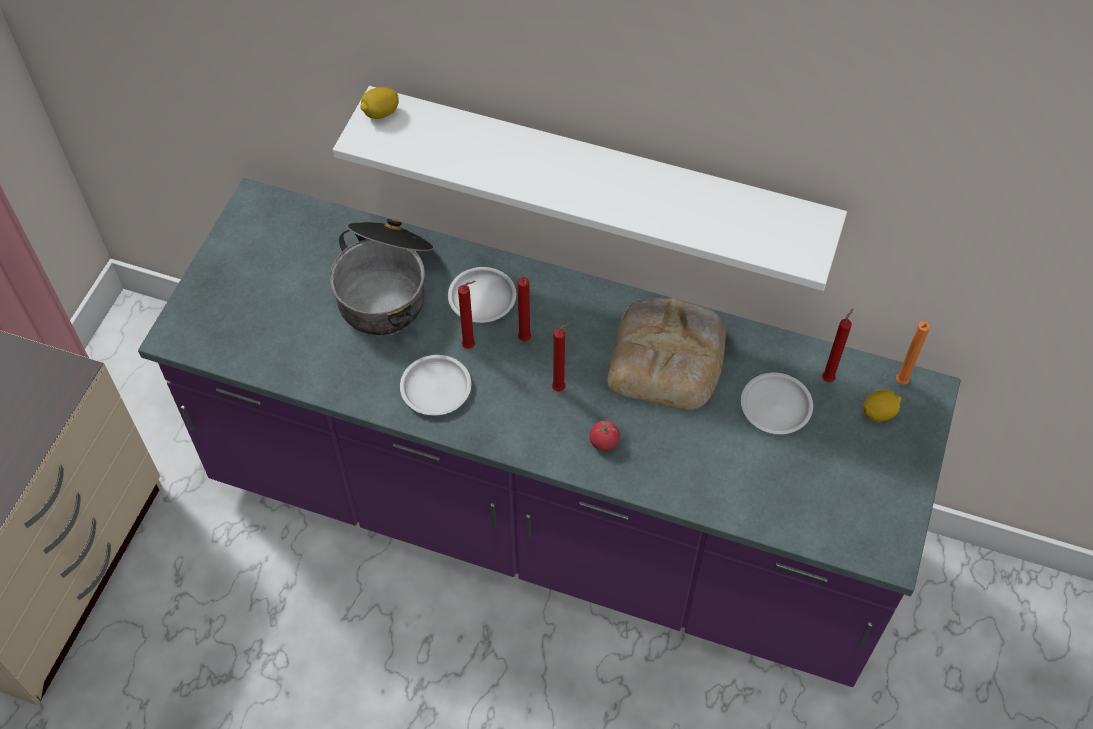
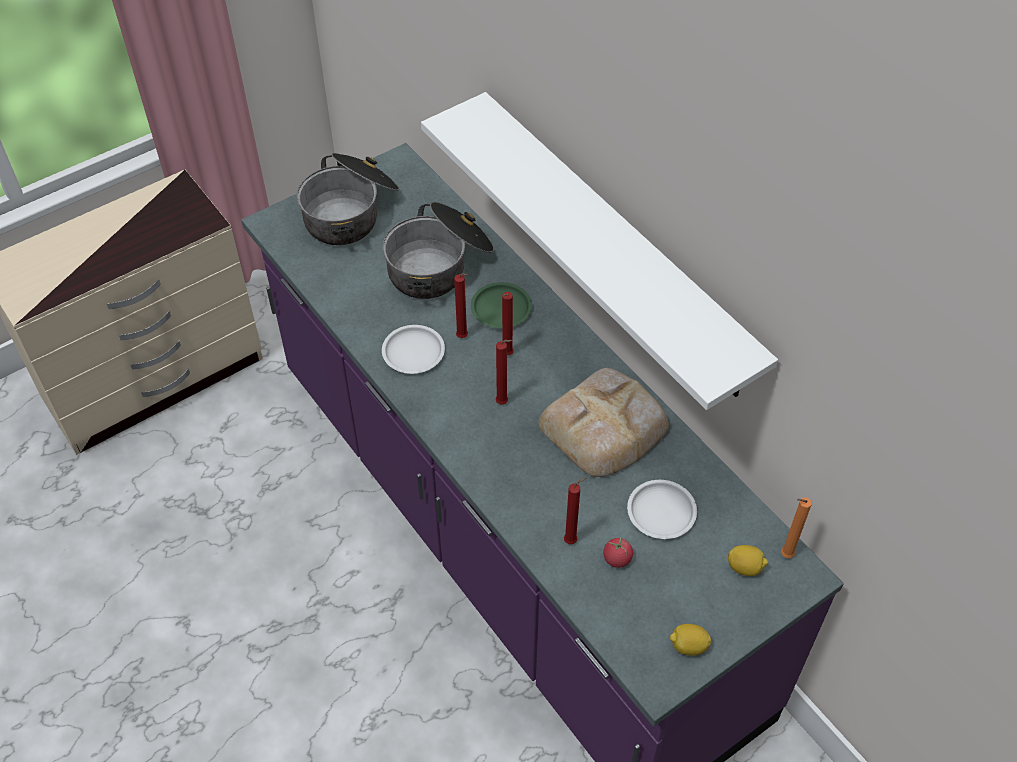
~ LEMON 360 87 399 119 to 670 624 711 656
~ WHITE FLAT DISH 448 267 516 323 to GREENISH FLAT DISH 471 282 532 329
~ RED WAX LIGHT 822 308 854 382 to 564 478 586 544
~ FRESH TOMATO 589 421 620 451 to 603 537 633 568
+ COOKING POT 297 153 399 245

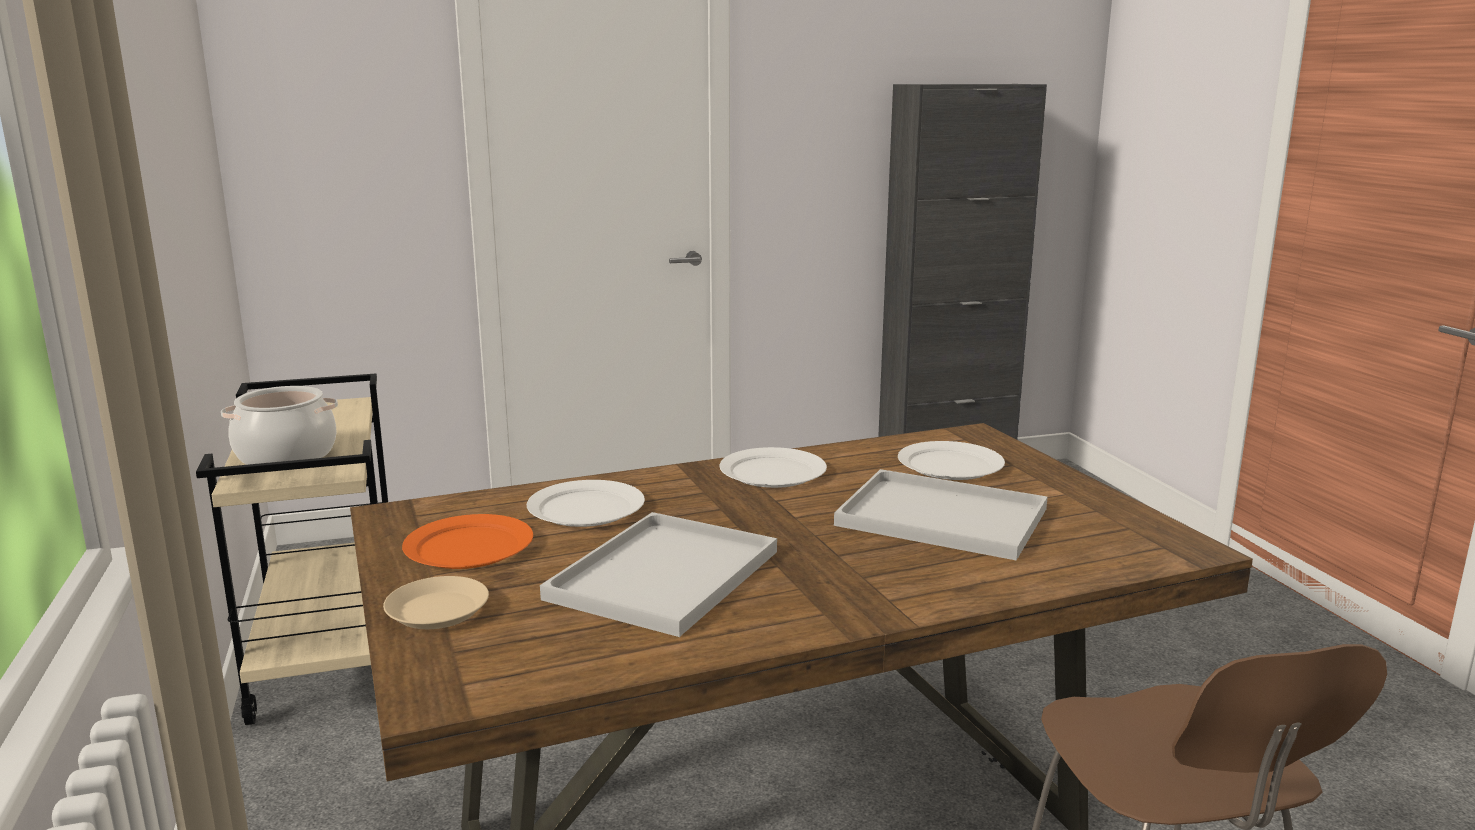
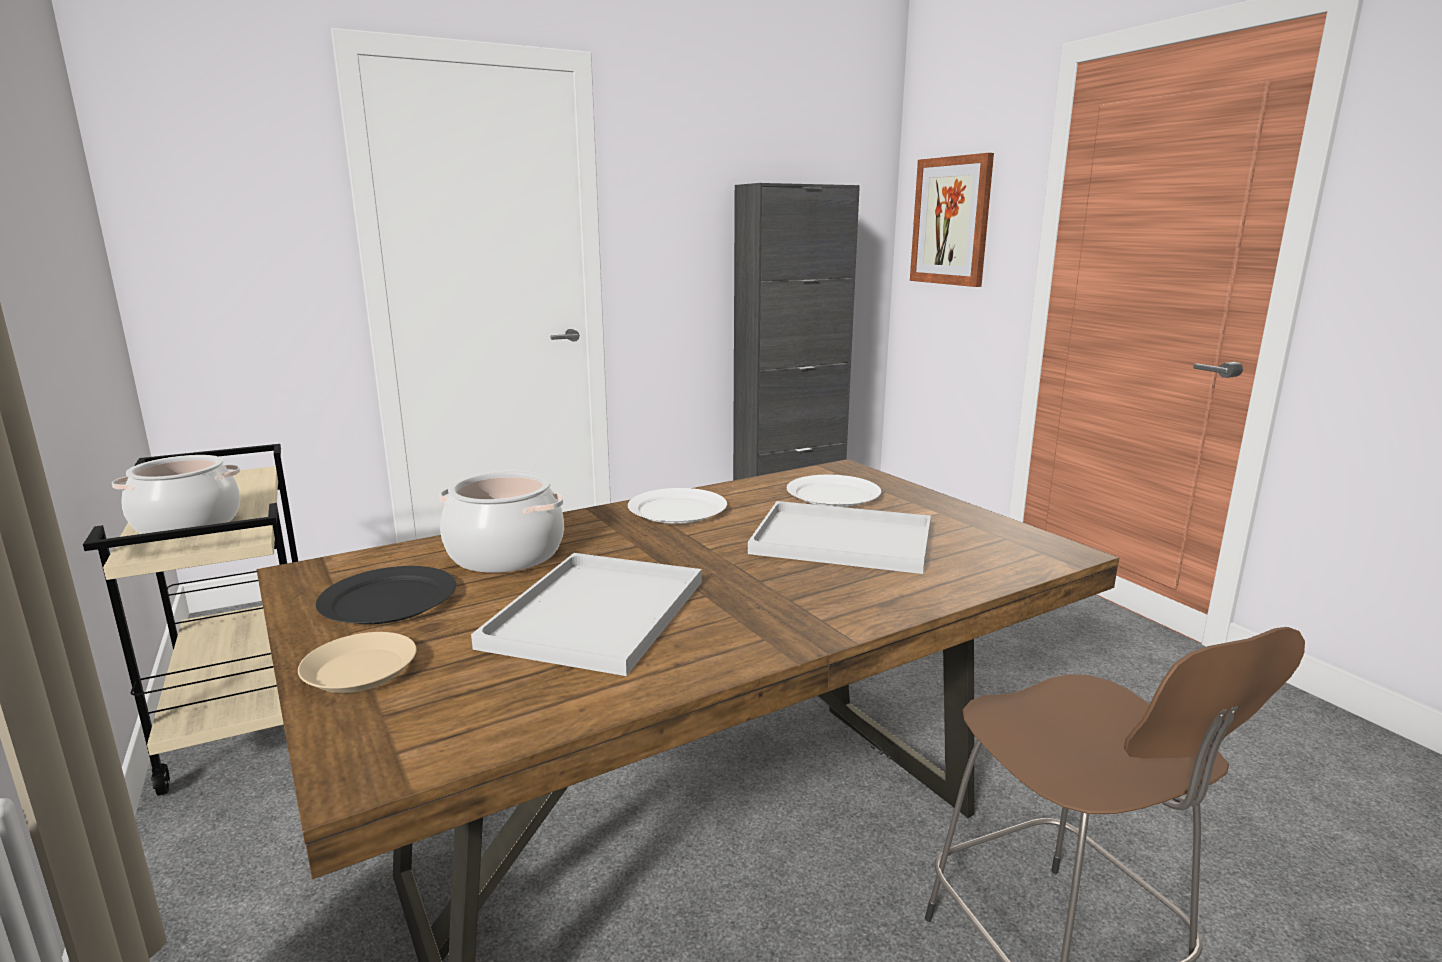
~ WHITE FLAT DISH 527 480 645 527 to COOKING POT 439 471 564 573
~ ORANGEY FLAT DISH 402 514 533 569 to BLACK FLAT DISH 316 566 456 624
+ WALL PICTURE 910 153 994 287

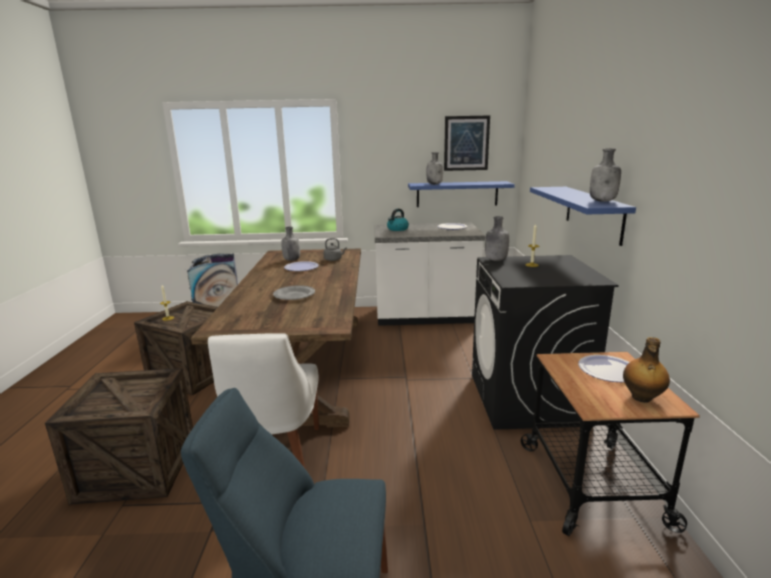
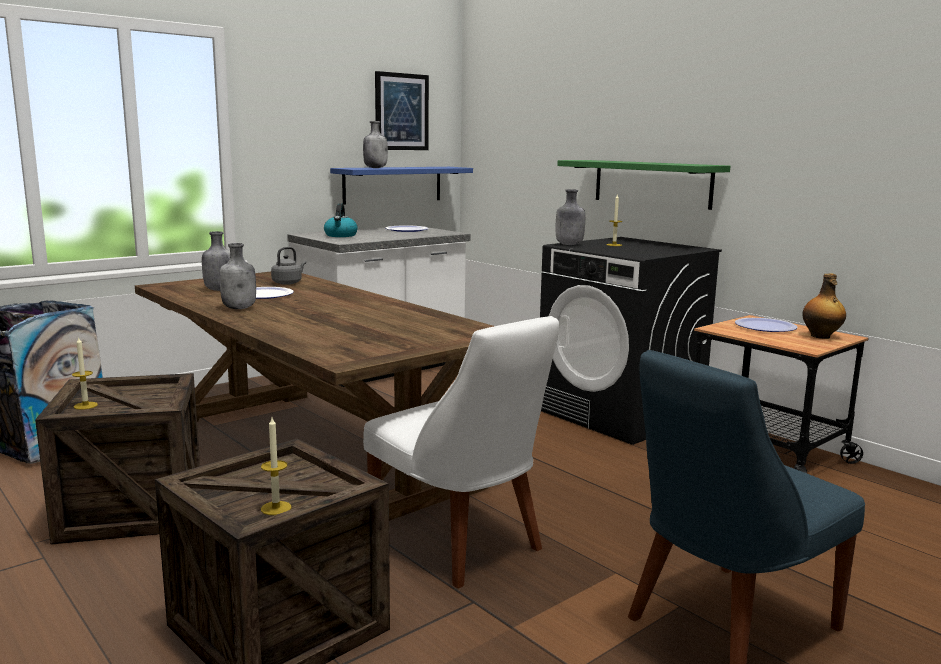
~ GREY BOTTLE 590 148 621 202 to 219 243 256 309
~ BLUE BRACKET SHELF 530 187 636 246 to GREENISH BRACKET SHELF 557 160 730 210
- GREY FLAT DISH 273 285 315 300
+ WAX LIGHT 261 418 292 515

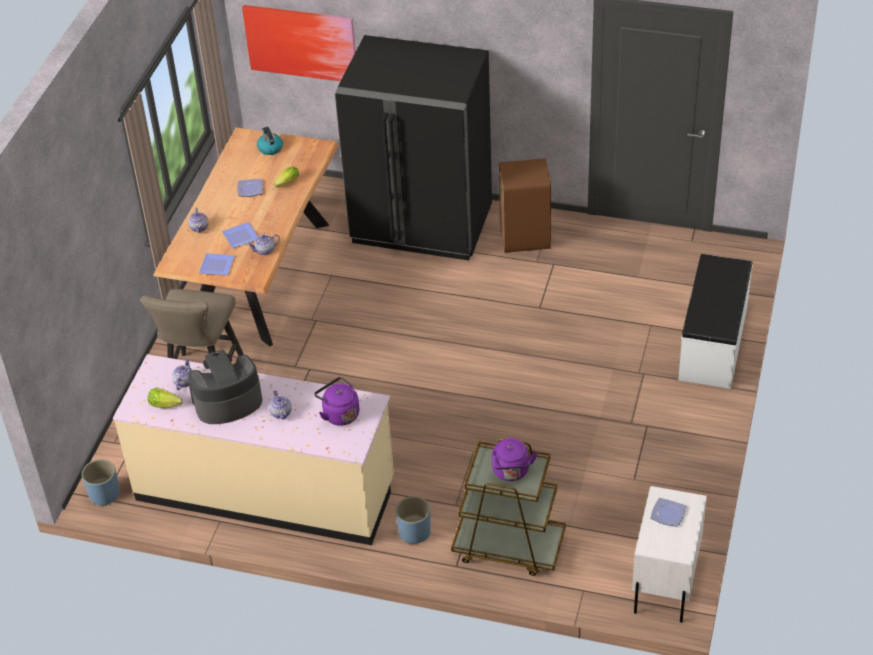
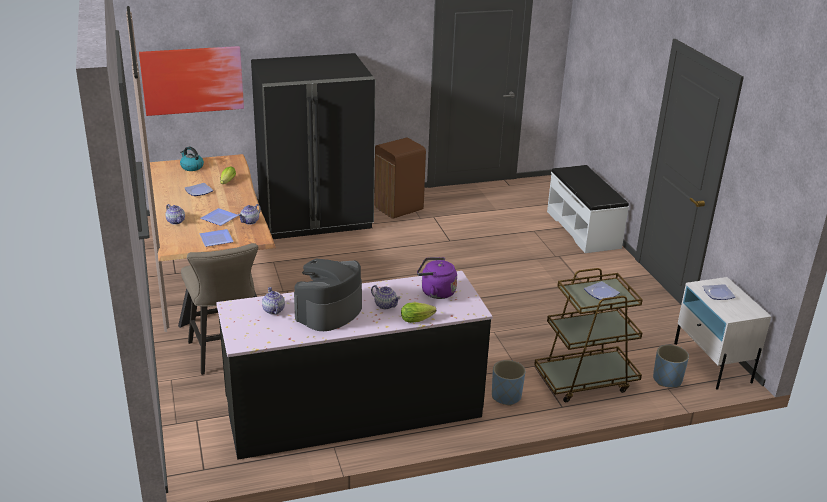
~ BEIGE COUNTER 113 354 394 545 to BLACK COUNTER 216 271 493 460
~ LETTUCE HEAD 148 388 183 408 to 401 303 436 323
~ PURPLE KETTLE 492 438 538 481 to FLAT DISH 584 281 620 300
~ BLUE FLOWER POT 82 459 120 506 to 653 345 689 388

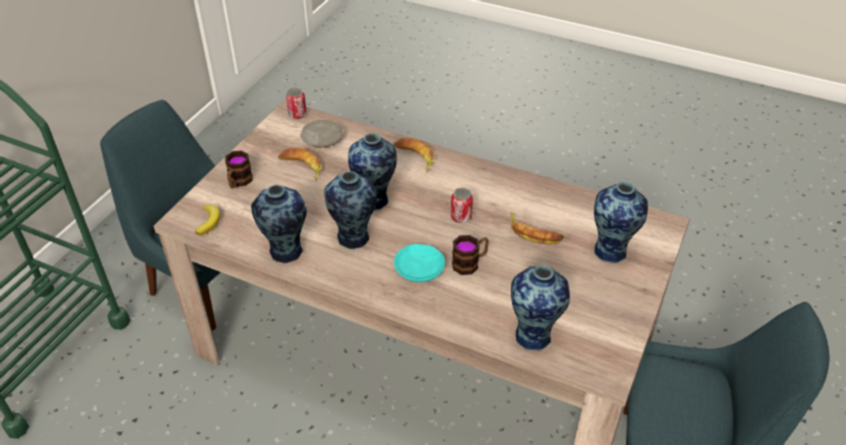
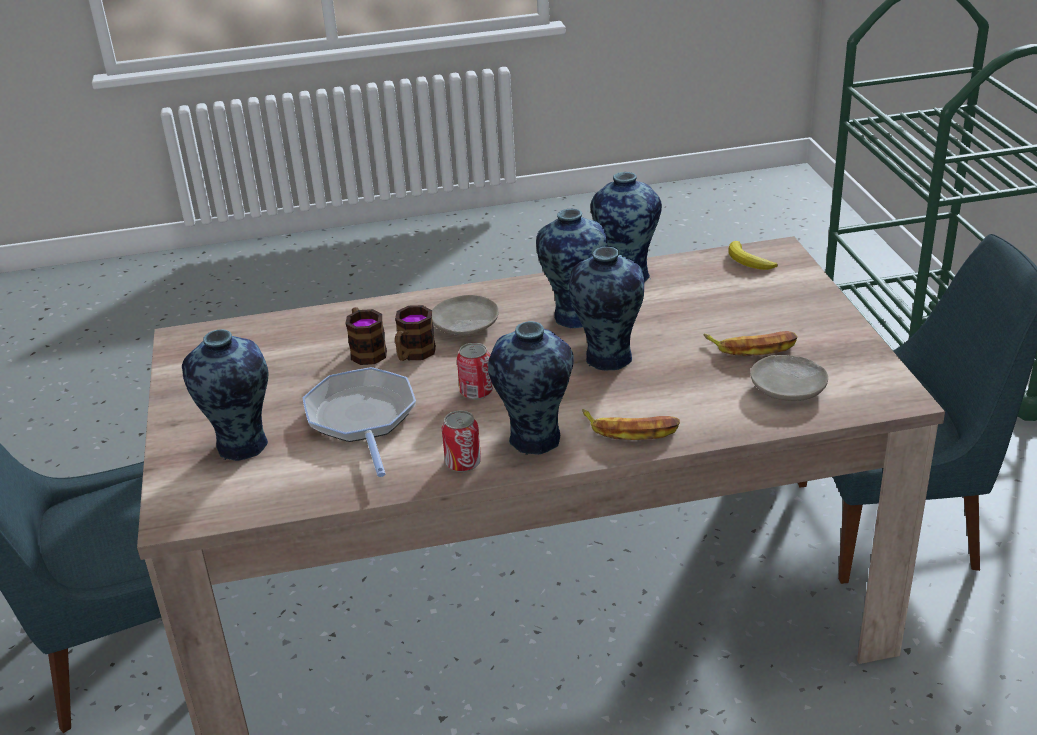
~ SEALED CAN 286 88 307 120 to 442 411 481 472
~ COFFEE MUG 225 151 252 188 to 345 307 387 365
~ WHOLE BANANA 510 212 564 245 to SKILLET 303 367 416 477
~ TURQUOISE-COLOURED FLAT DISH 394 244 445 282 to BEIGE FLAT DISH 432 295 499 335
~ VASE 511 265 570 352 to 488 321 574 455

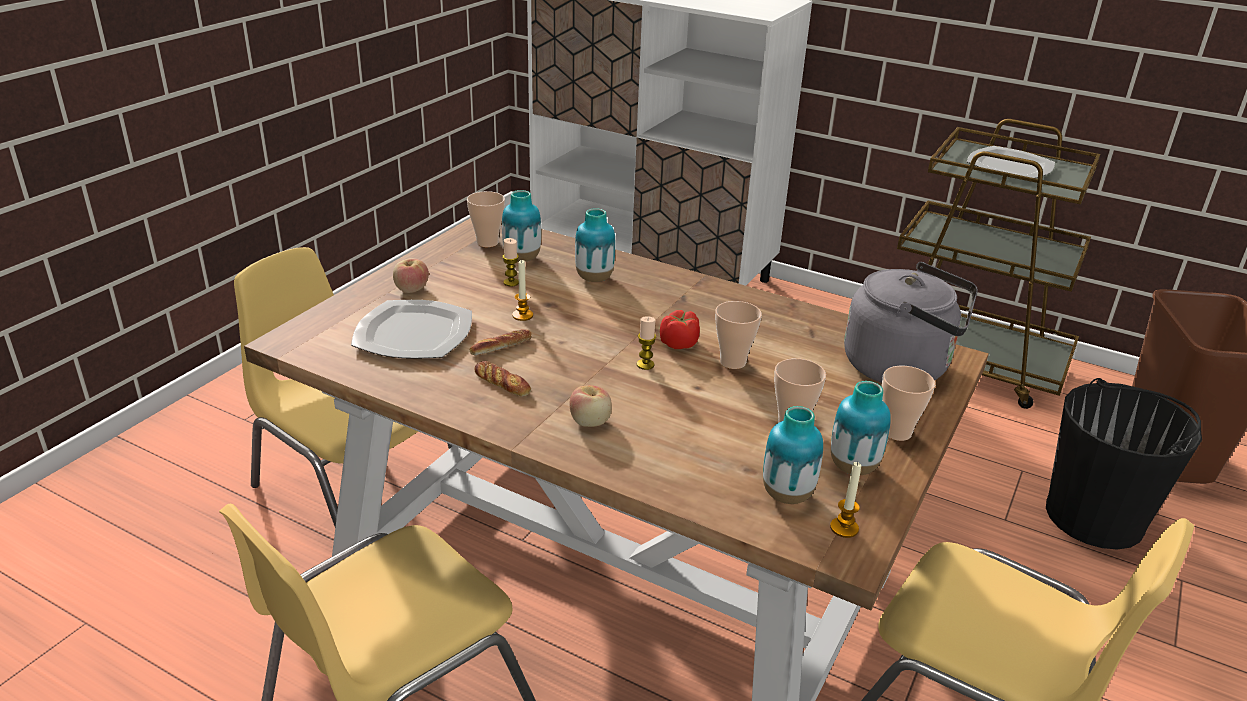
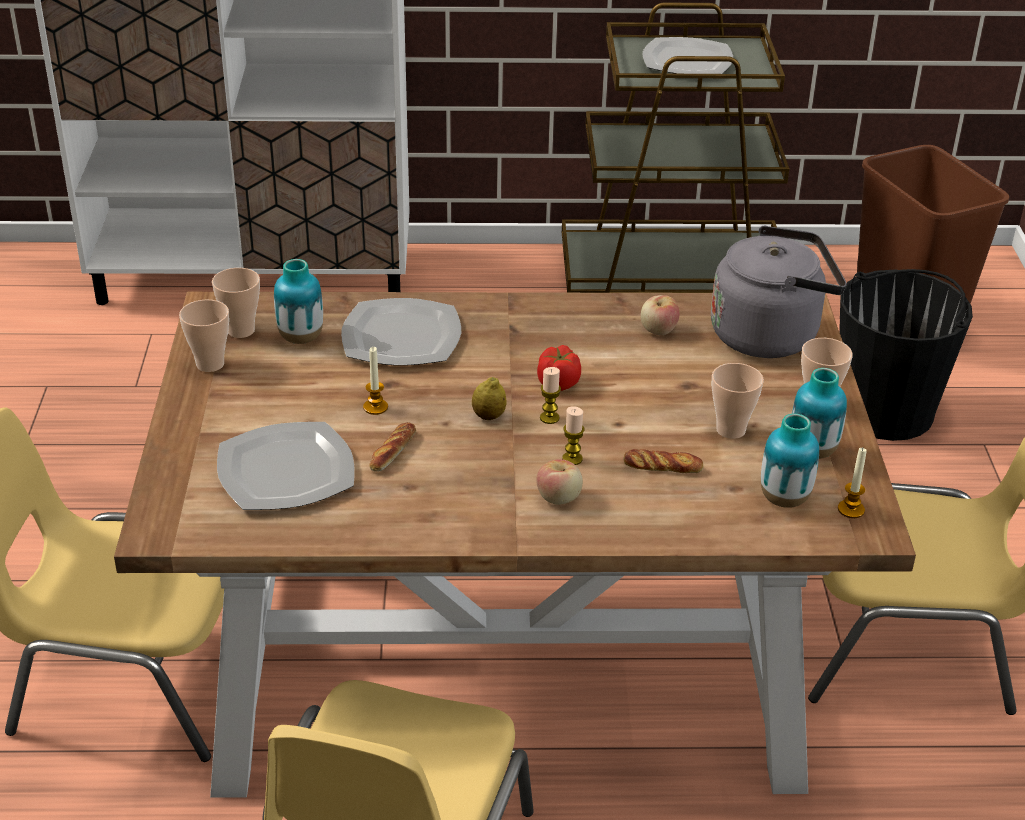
~ VASE 575 208 615 282 to FLAT DISH 341 298 461 365
~ WAX LIGHT 502 238 519 287 to 562 406 584 465
~ WHOLE APPLE 393 258 429 293 to 641 295 679 335
~ DRINKING CUP 715 301 762 369 to 179 300 229 372
~ BAKERY BREAD 474 361 531 397 to 624 449 704 473
+ LEMON 472 377 507 420

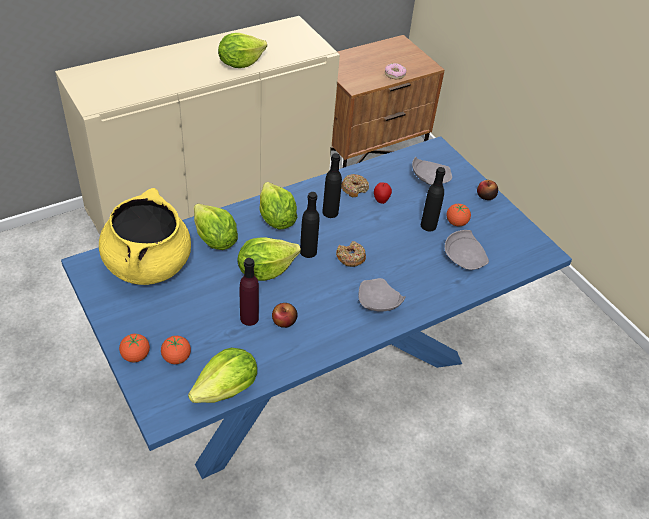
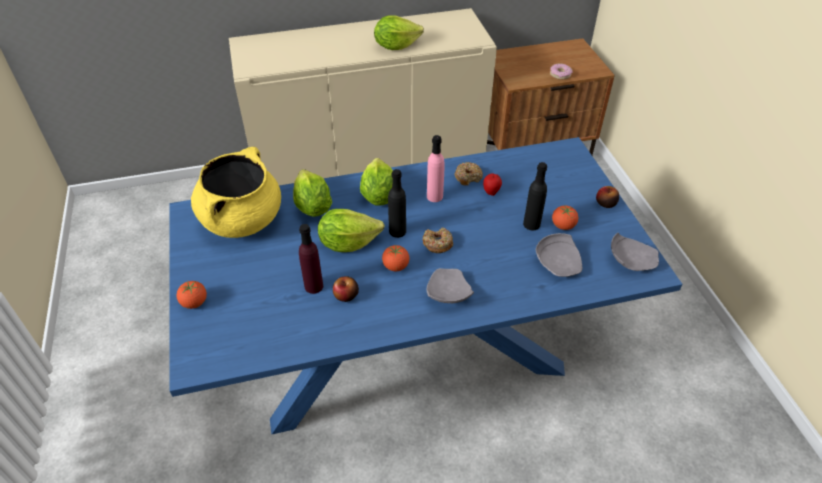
~ BLACK BOTTLE 322 153 342 218 to PINK-COLOURED BOTTLE 427 135 444 202
~ GREY FLAT DISH 412 157 452 185 to 611 233 659 271
~ FRESH TOMATO 161 336 191 364 to 382 245 409 271
- LETTUCE HEAD 188 348 257 403

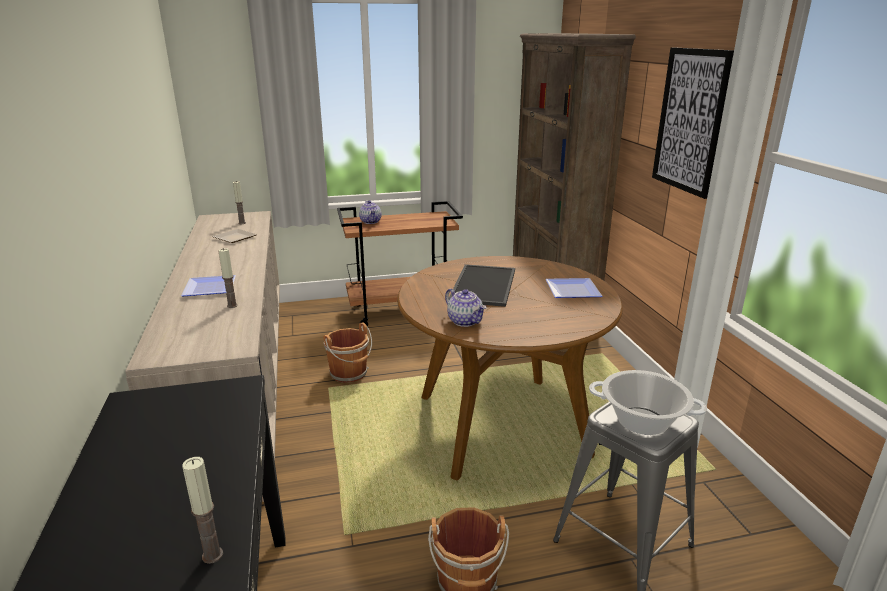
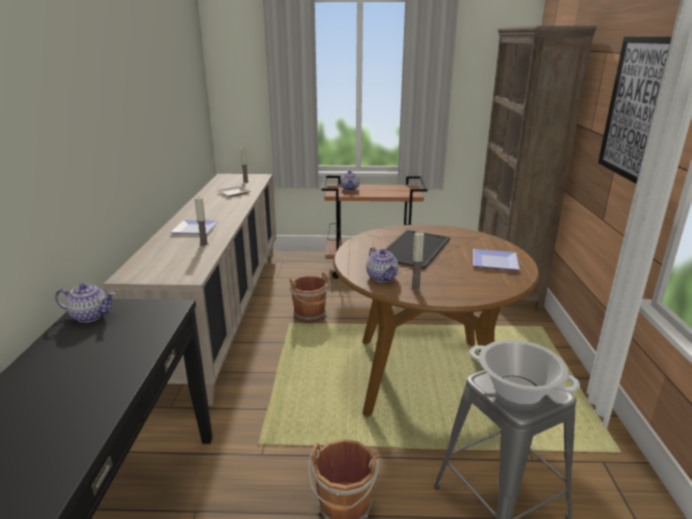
~ WAX LIGHT 182 457 223 564 to 411 232 424 291
+ POT FOR TEA 55 283 115 323

